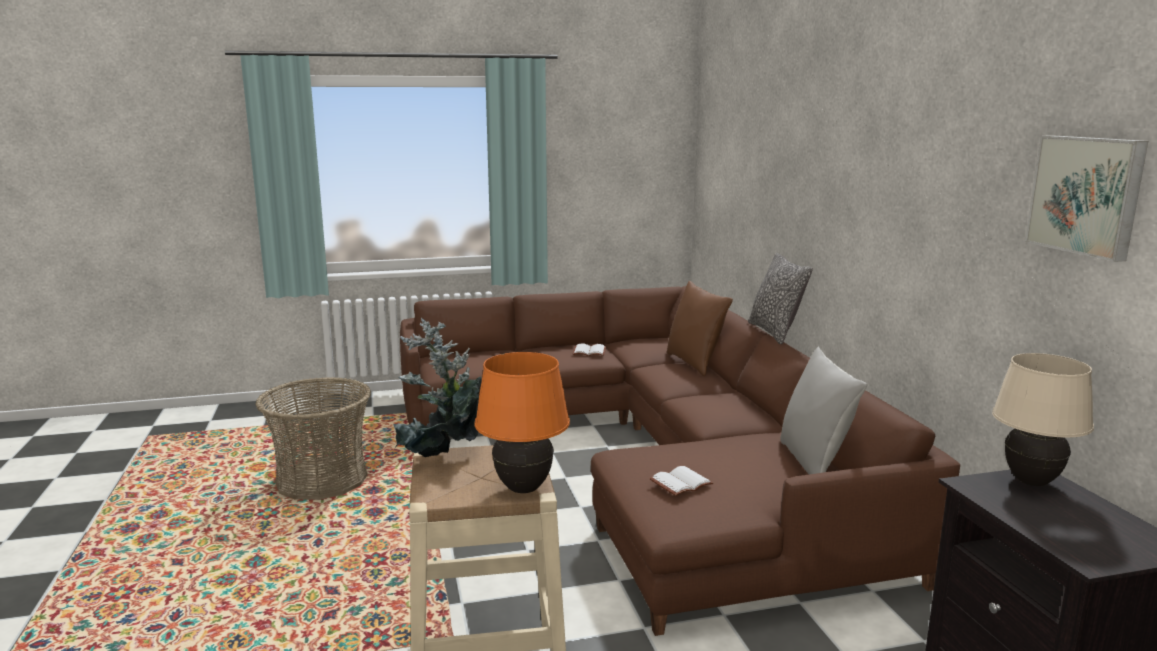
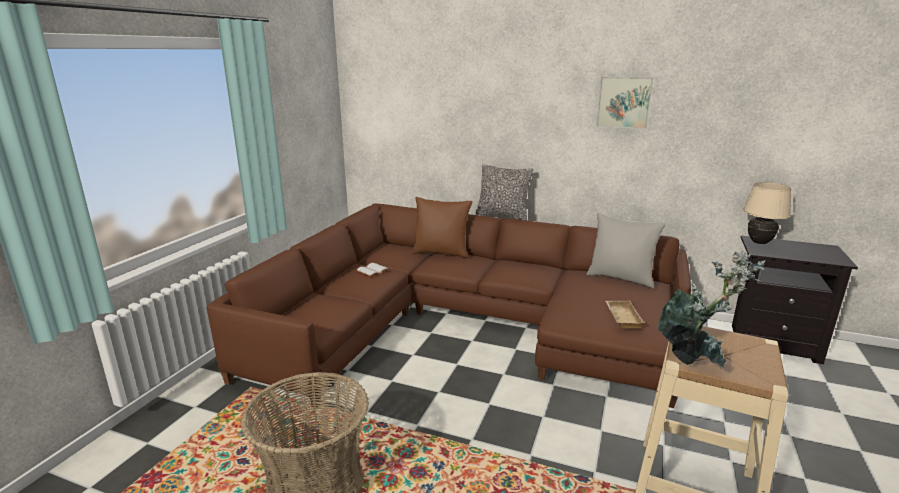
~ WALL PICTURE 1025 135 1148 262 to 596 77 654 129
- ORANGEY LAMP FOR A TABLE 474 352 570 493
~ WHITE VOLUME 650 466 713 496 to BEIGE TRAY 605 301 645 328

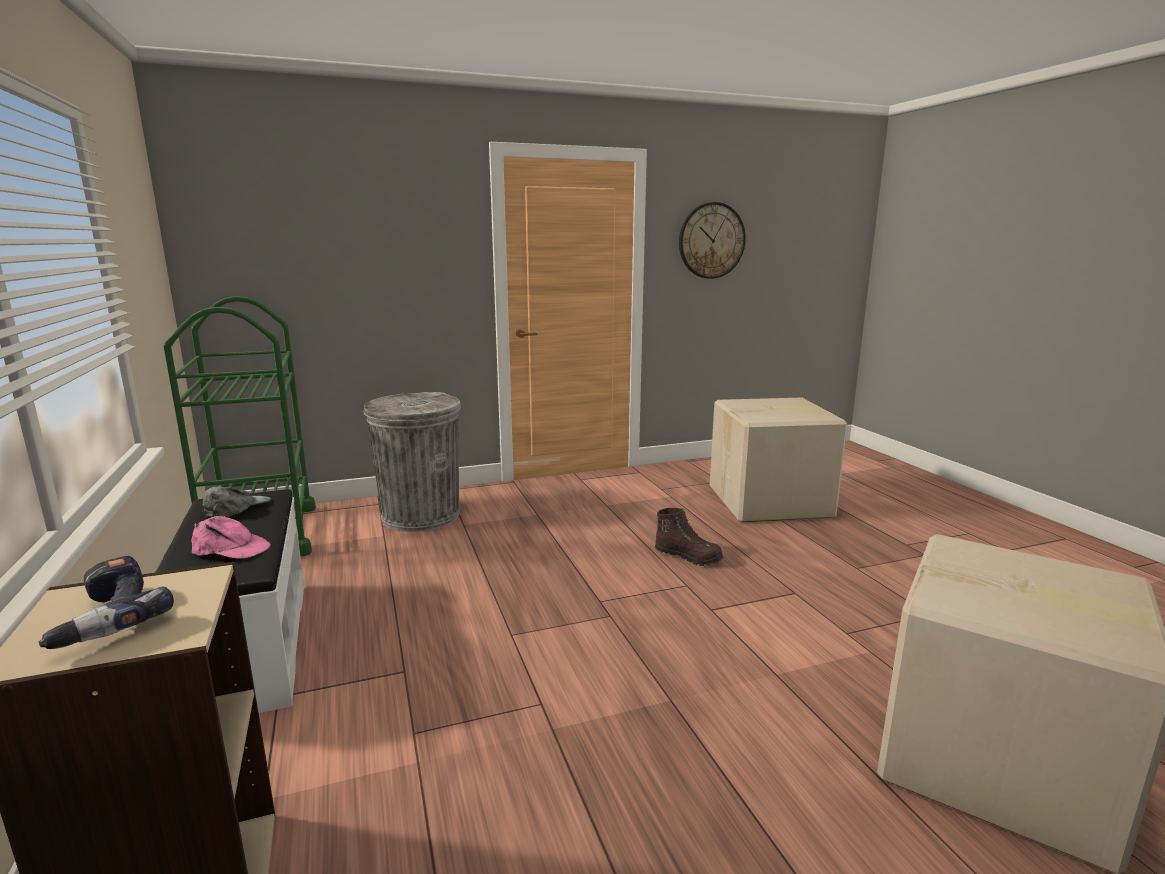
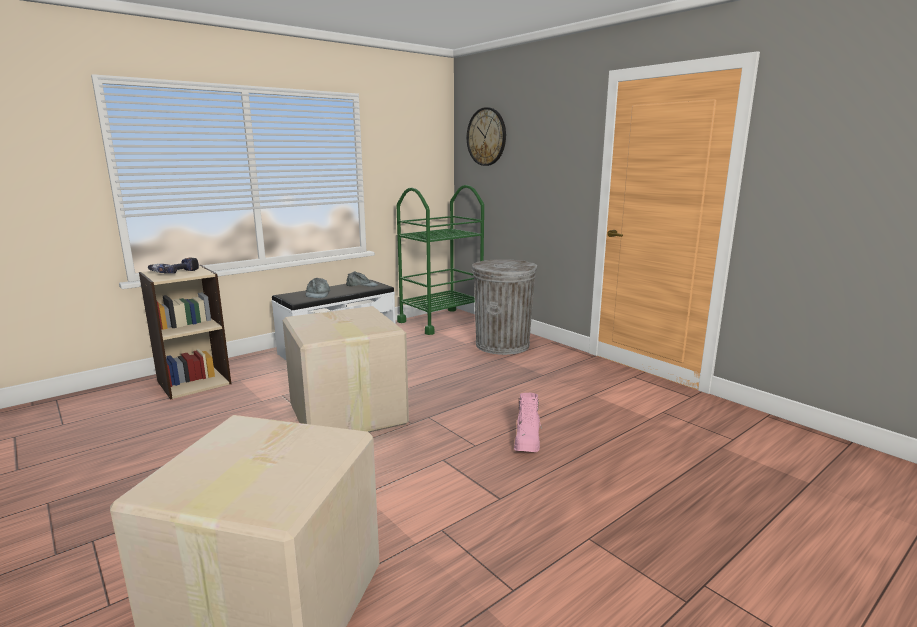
~ HANGING CLOCK 679 202 746 279 to 467 107 506 166
~ CARDBOARD BOX 710 398 847 523 to 283 306 409 432
~ BROWNISH TALL BOOT 655 508 723 566 to PINK-COLOURED TALL BOOT 514 393 542 452
~ PINK-COLOURED CAP 191 516 271 559 to GREY CAP 305 278 330 298

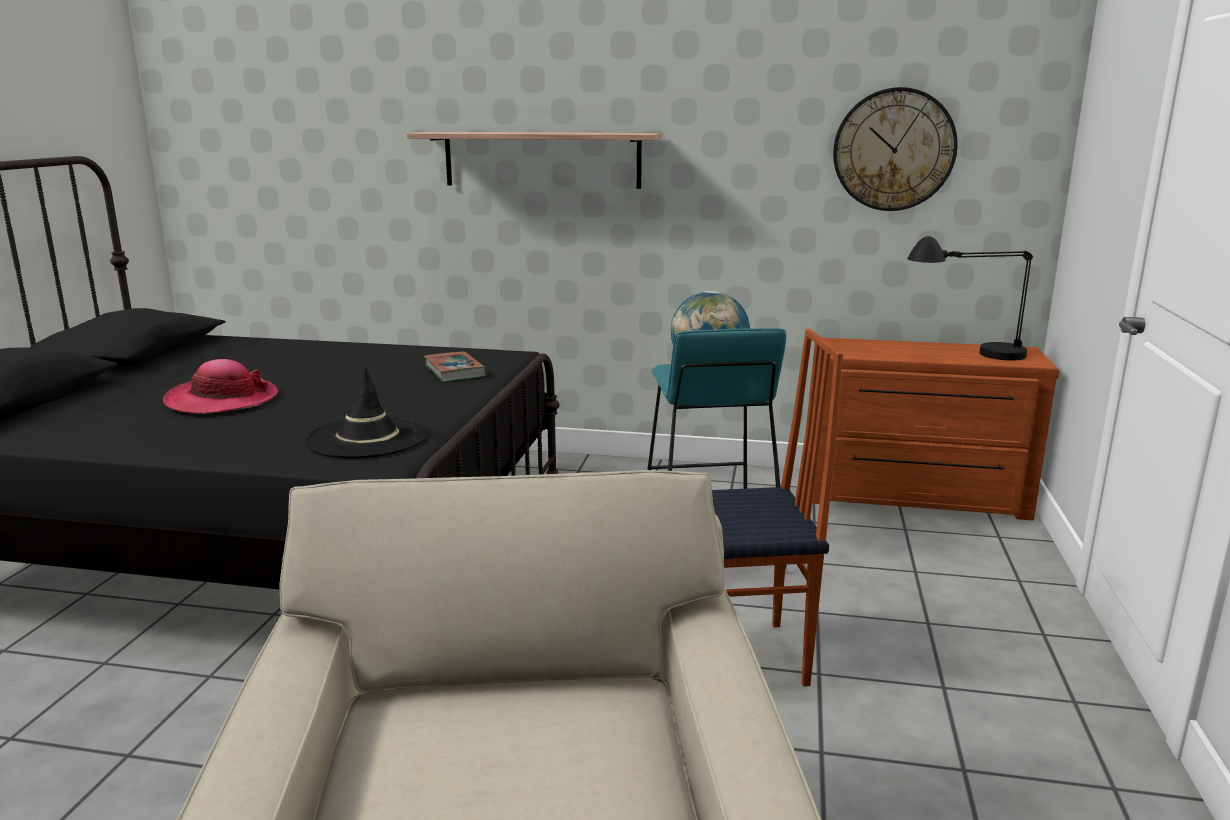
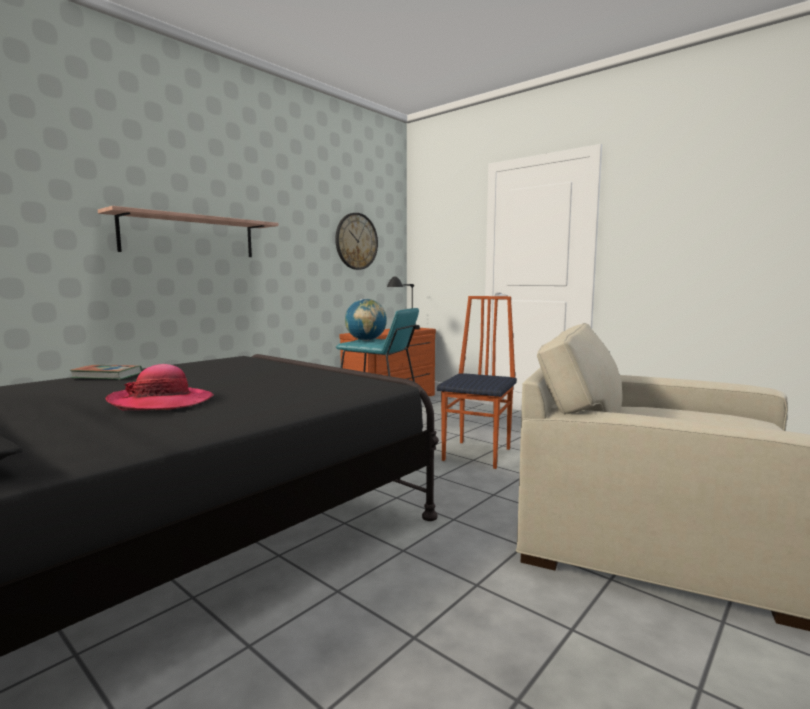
~ VOLUME 423 352 487 382 to 70 365 142 380
- BLACK CLOTHING HAT 305 367 429 459

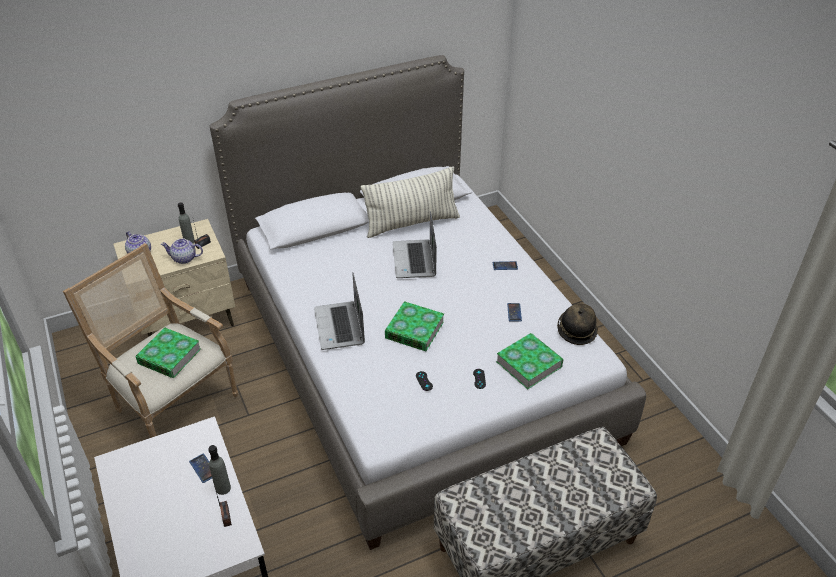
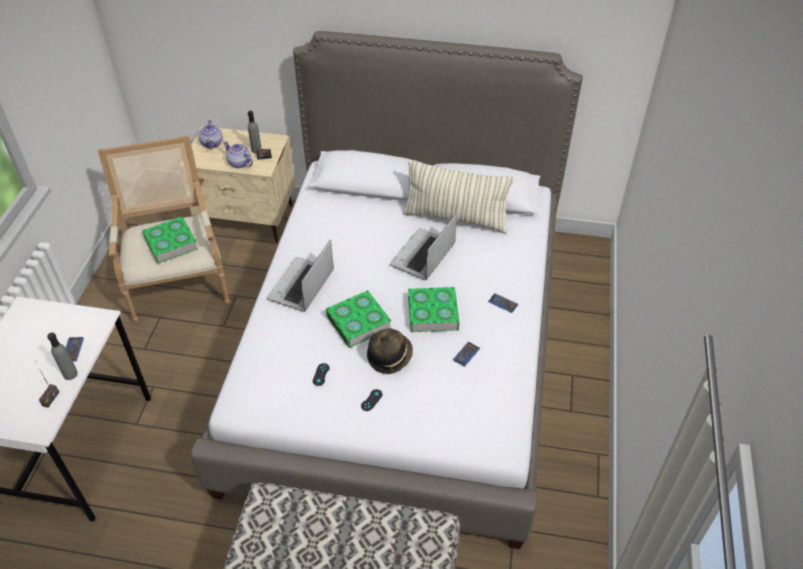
~ CLOTHING HAT 557 303 598 345 to 367 329 413 374
~ VOLUME 496 333 564 389 to 408 287 460 332

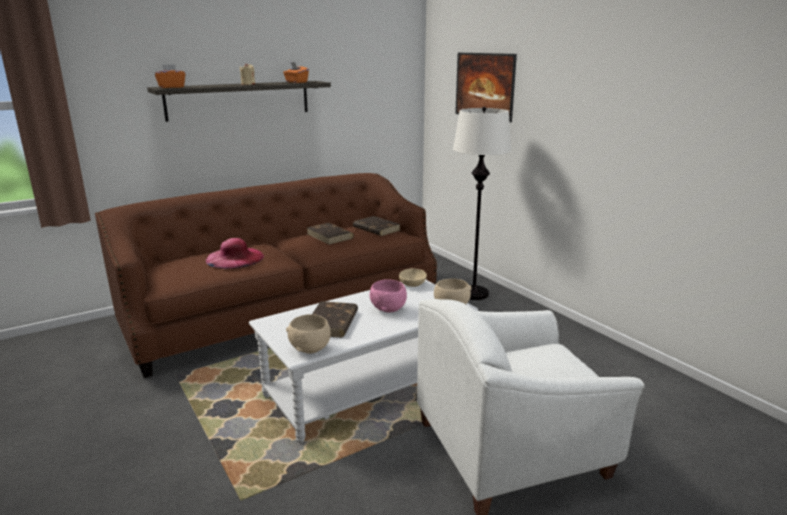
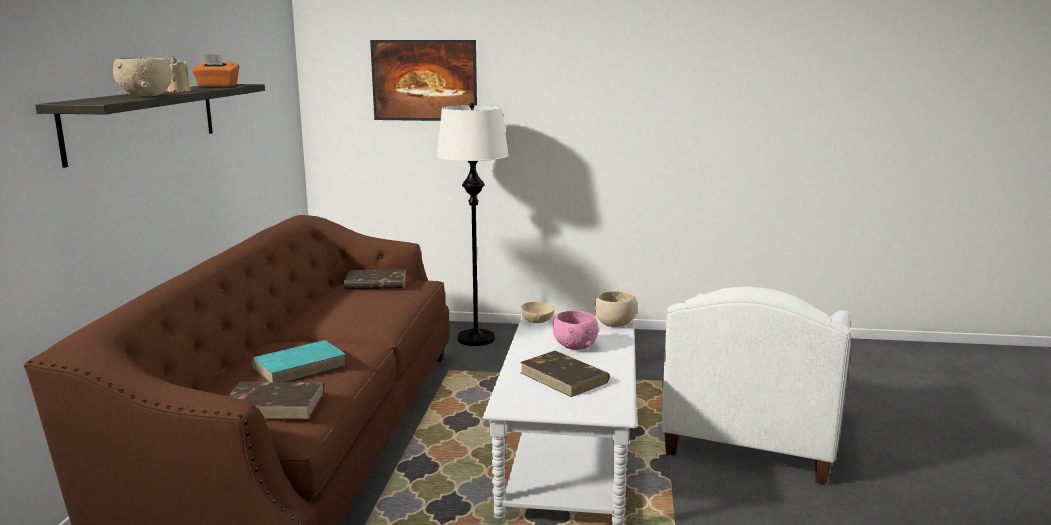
- ORANGEY BOX OF TISSUES 155 64 185 88
~ BROWNISH VOLUME 307 223 354 245 to 228 382 325 419
~ PINK-COLOURED CLOTHING HAT 206 238 264 269 to TURQUOISE-COLOURED VOLUME 252 340 346 382
~ BEIGE DEEP DISH 286 314 331 354 to 113 57 172 96

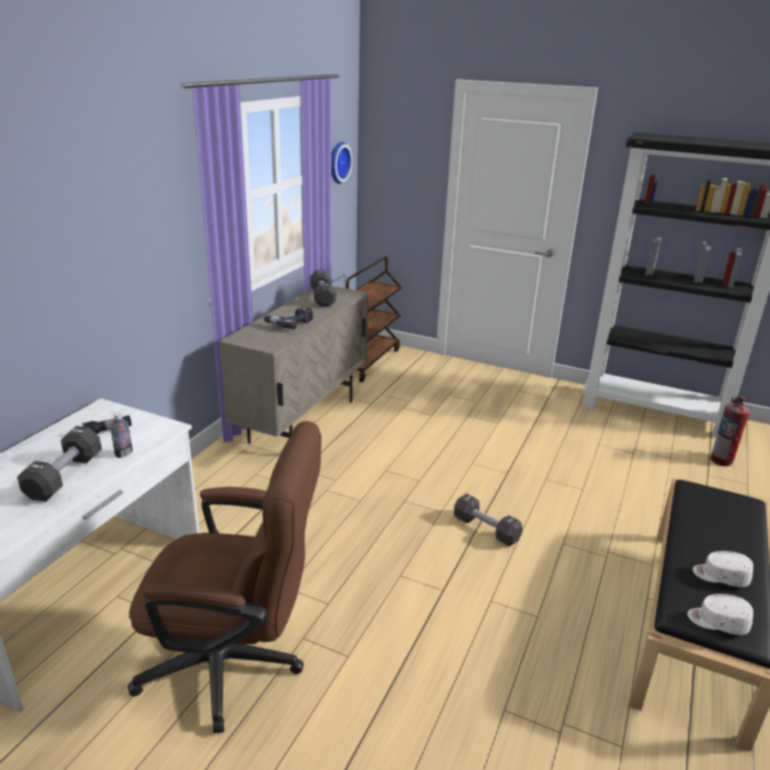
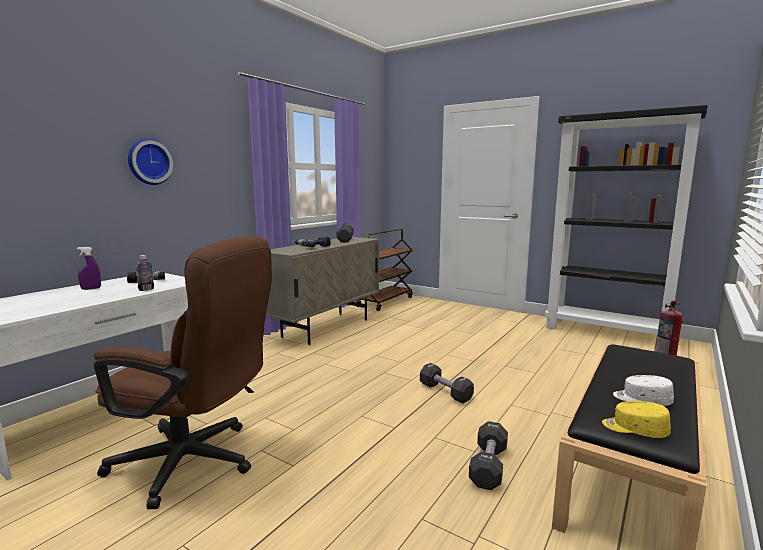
~ HANGING CLOCK 331 142 353 184 to 128 138 173 185
~ BLACK HAND WEIGHT 17 426 102 502 to 469 421 508 490
~ WHITE CAP 687 594 753 635 to YELLOWISH CAP 602 401 671 438
+ PURPLE HAND SPRAYER 77 247 101 290

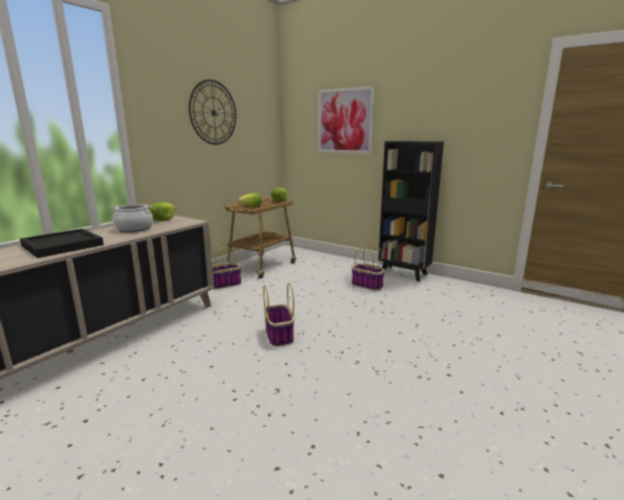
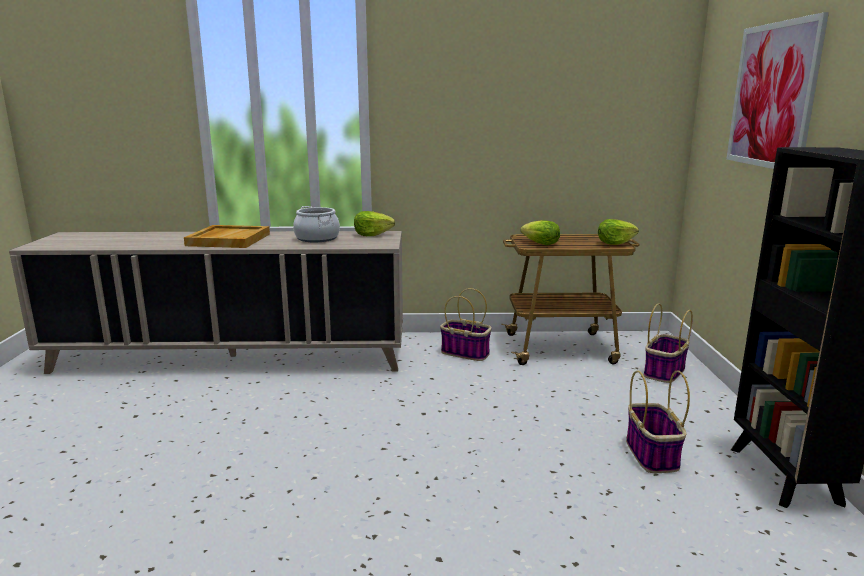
- HANGING CLOCK 189 79 236 145
~ BLACK TRAY 20 228 104 258 to BEIGE TRAY 184 225 270 248
~ BASKET 263 283 294 347 to 644 303 693 383

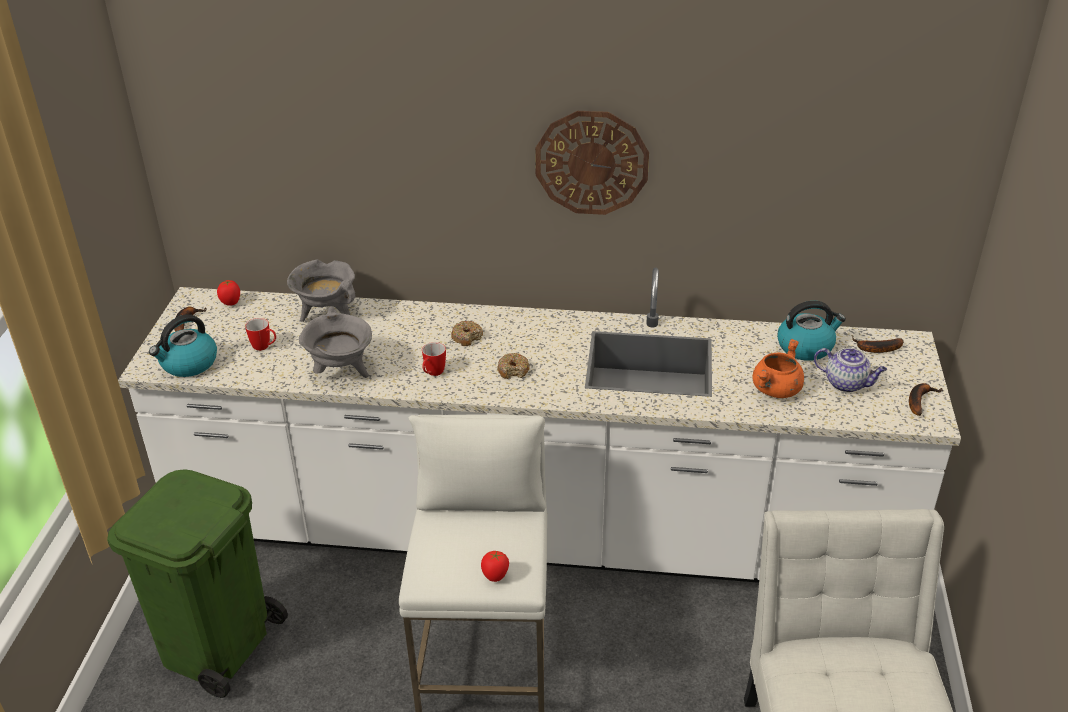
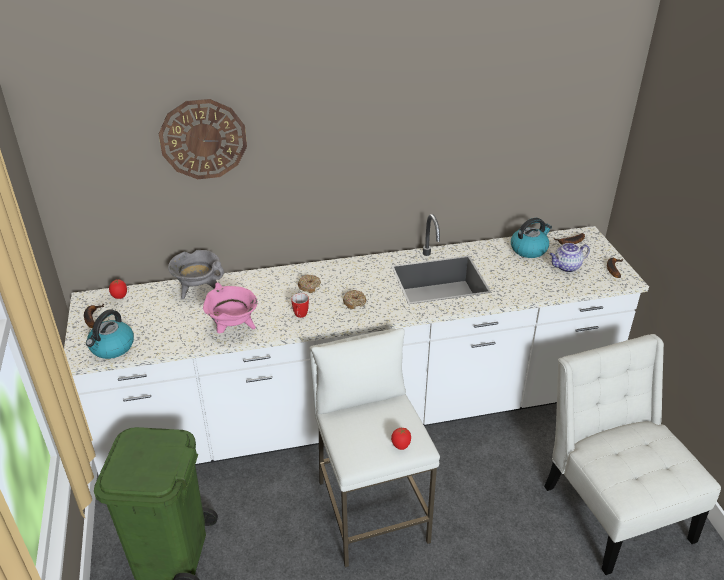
~ HANGING CLOCK 535 111 649 215 to 159 99 247 179
~ GREY COOKING POT 299 306 372 378 to PINK-COLOURED COOKING POT 203 282 258 333
- COFFEE MUG 245 318 276 351
- ORANGEY COOKING POT 752 339 804 398
~ POT FOR TEA 814 348 887 392 = 549 243 590 273 150 degrees clockwise

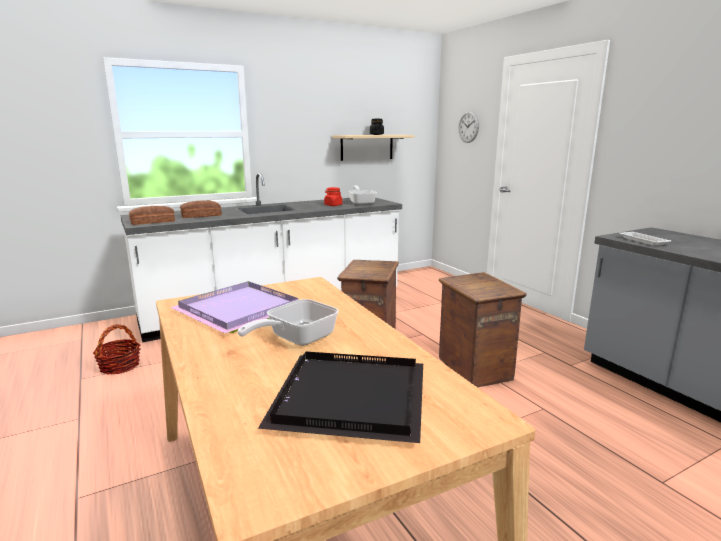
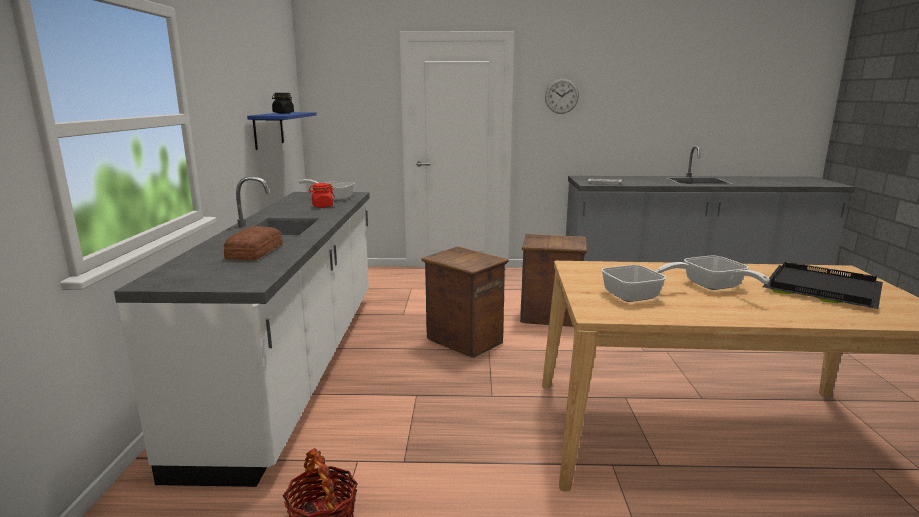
~ HANGING CLOCK 458 111 479 143 to 545 79 579 114
~ BEIGE BRACKET SHELF 332 135 415 161 to BLUE BRACKET SHELF 247 112 317 150
- BAKERY BREAD 129 206 175 225
~ PURPLE TRAY 171 281 299 334 to SKILLET 601 262 689 302

